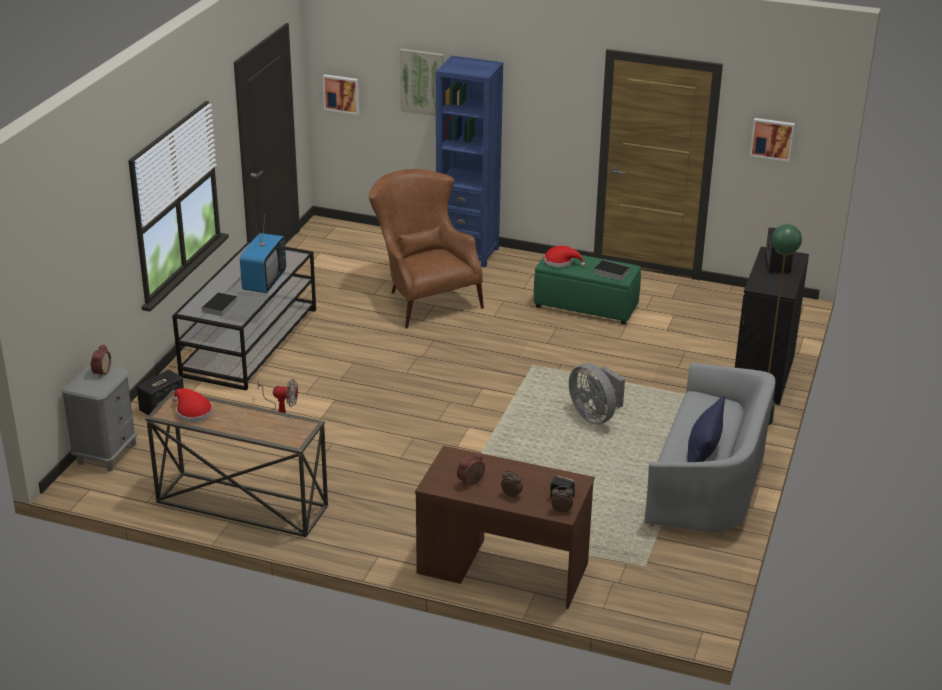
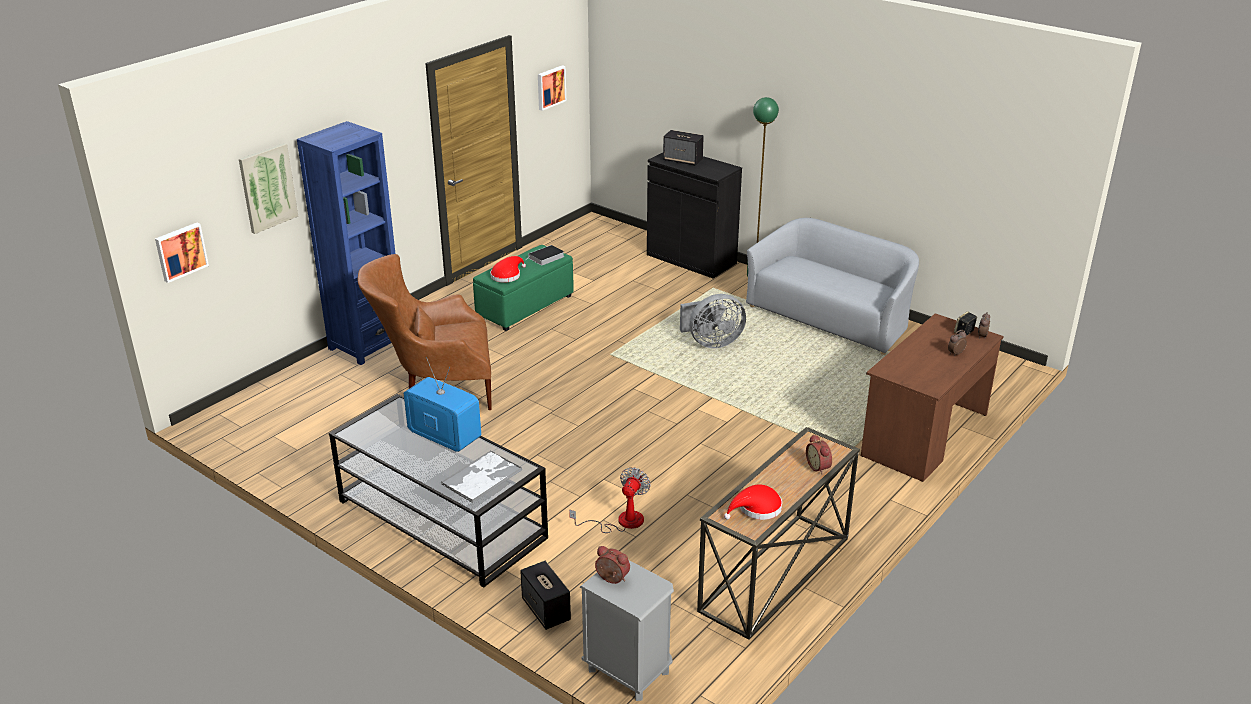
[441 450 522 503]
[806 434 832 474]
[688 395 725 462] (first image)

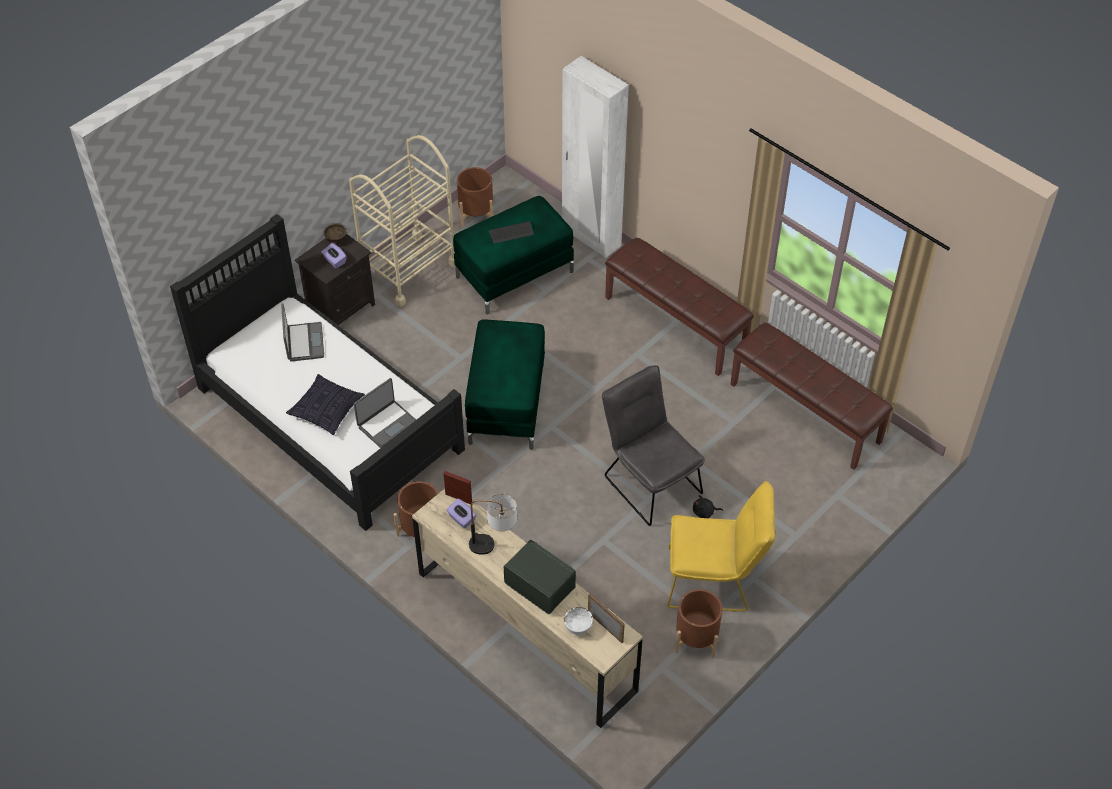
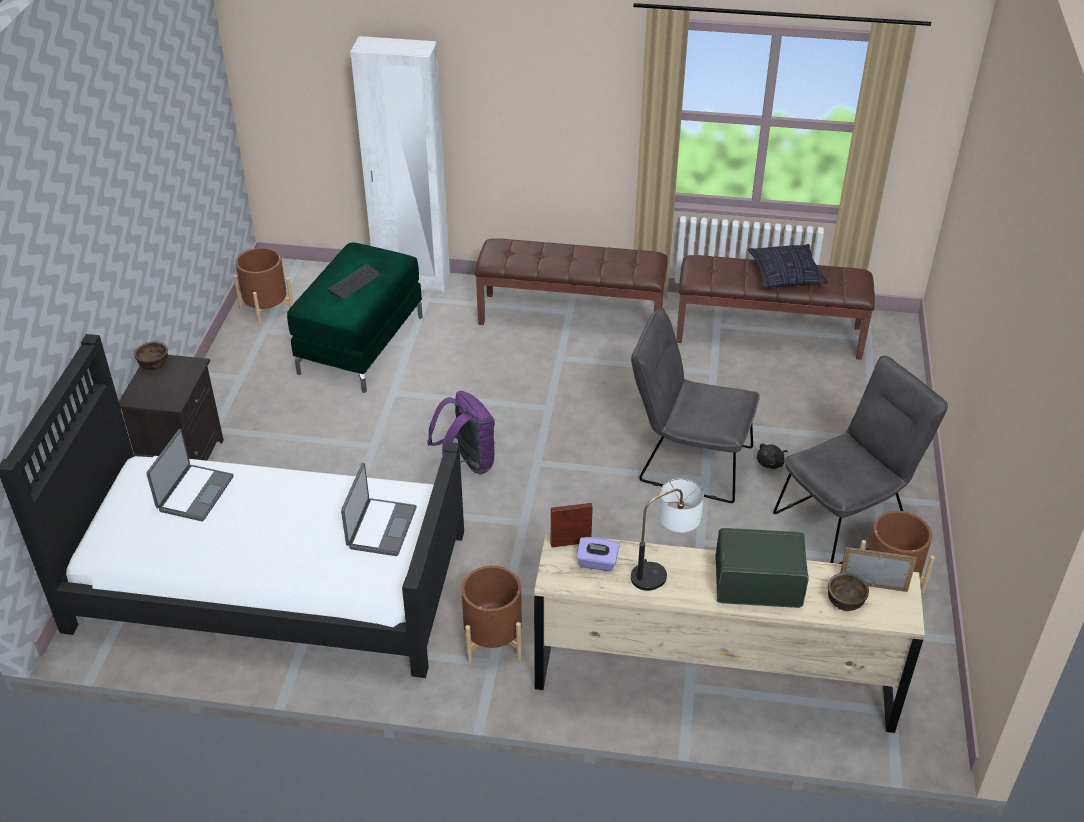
[146 429 234 521]
[748 244 828 288]
[322 243 347 268] (first image)
[349 135 456 307] (first image)
[427 391 495 474]
[828 573 869 611]
[773 356 948 564]

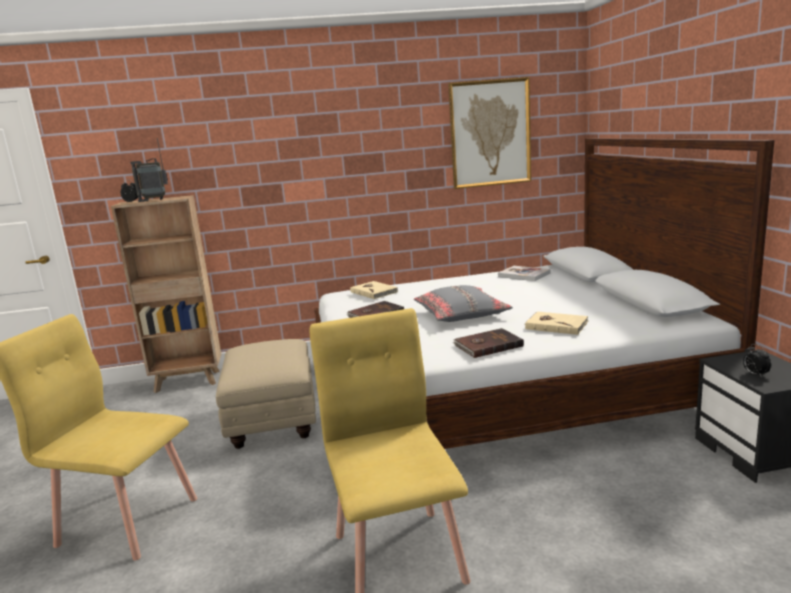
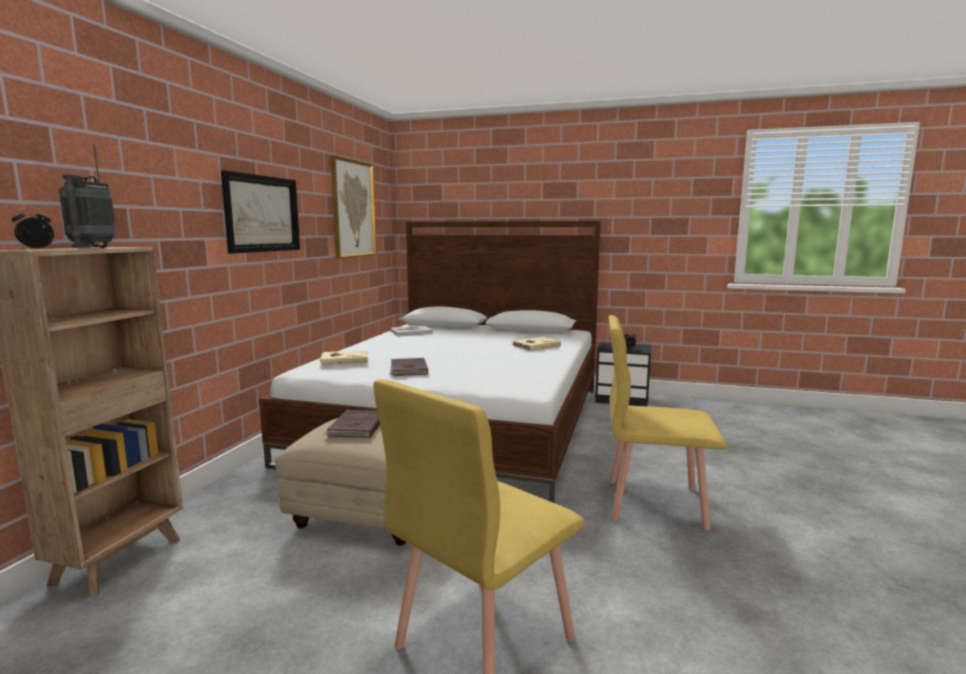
[414 285 513 322] (first image)
[323 410 380 438]
[221 170 300 254]

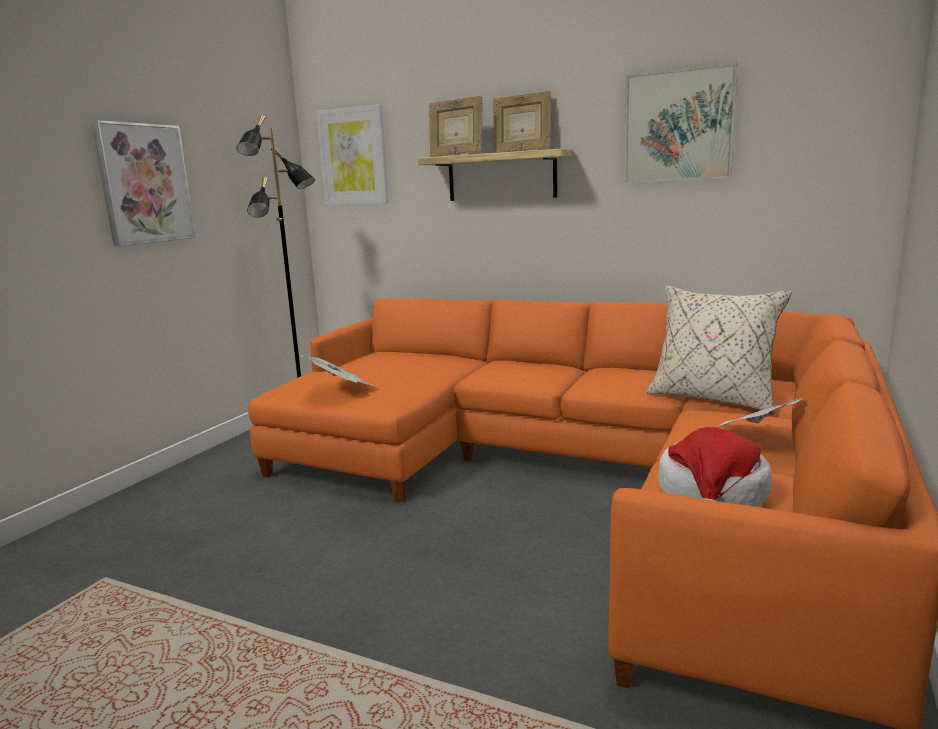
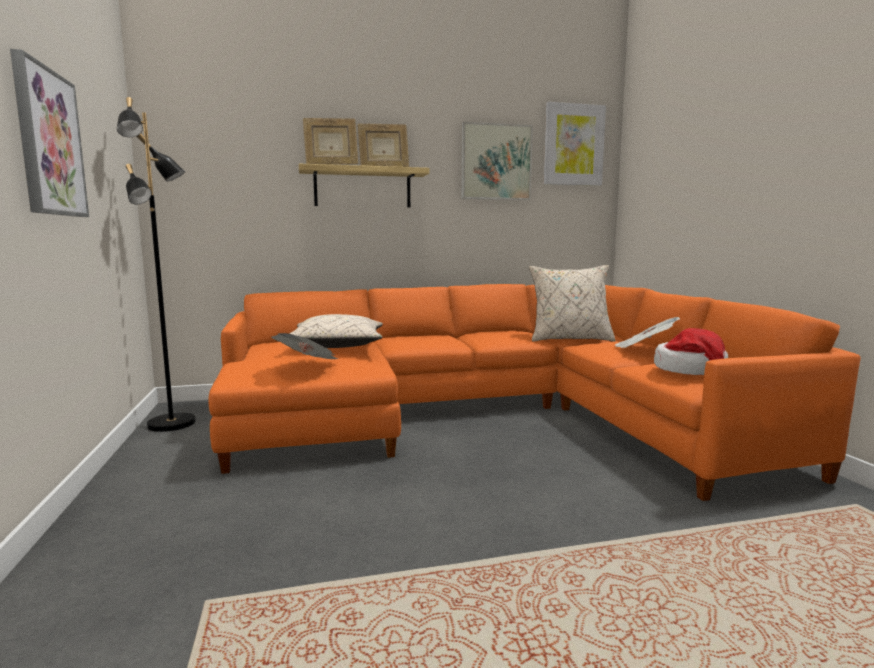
[544 102 606 186]
[289 314 383 348]

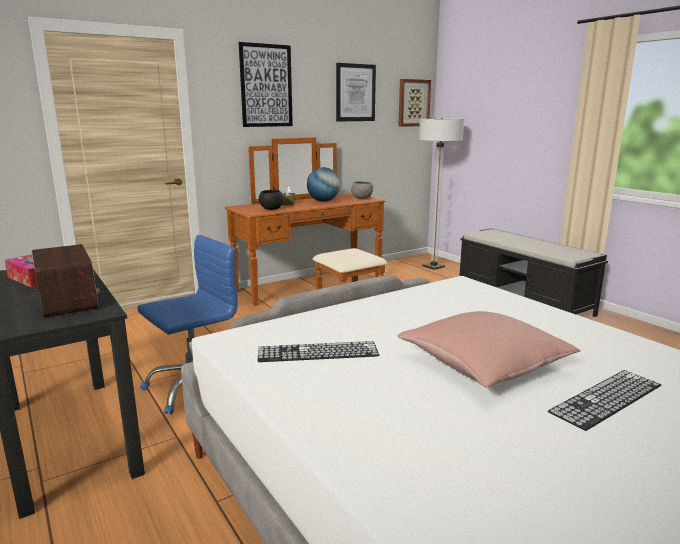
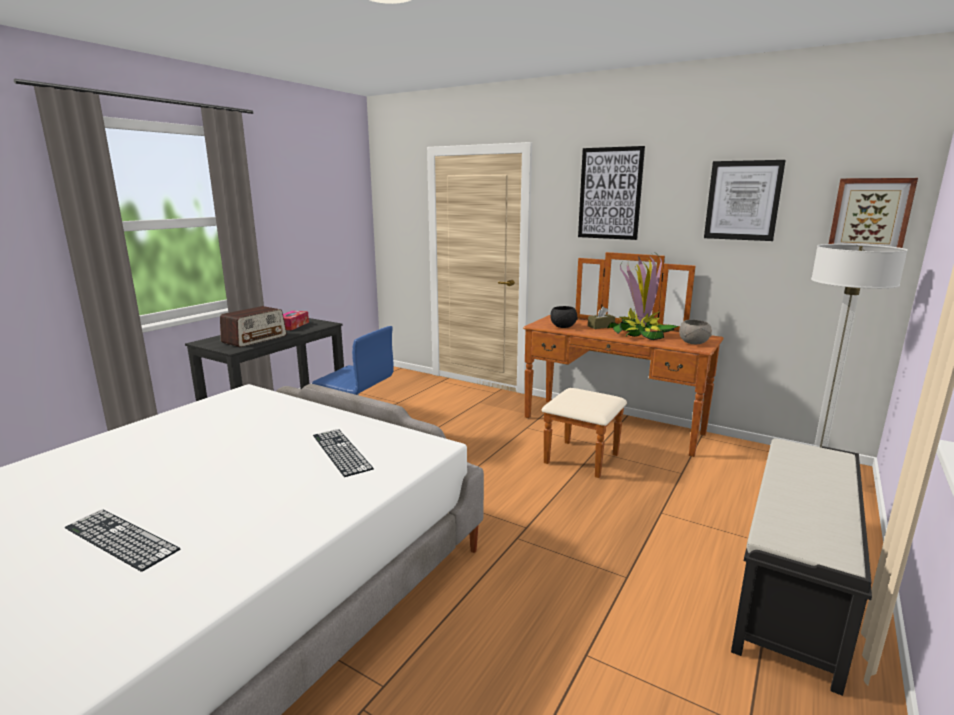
[313 429 374 477]
[607 256 679 340]
[398 311 581 387] (first image)

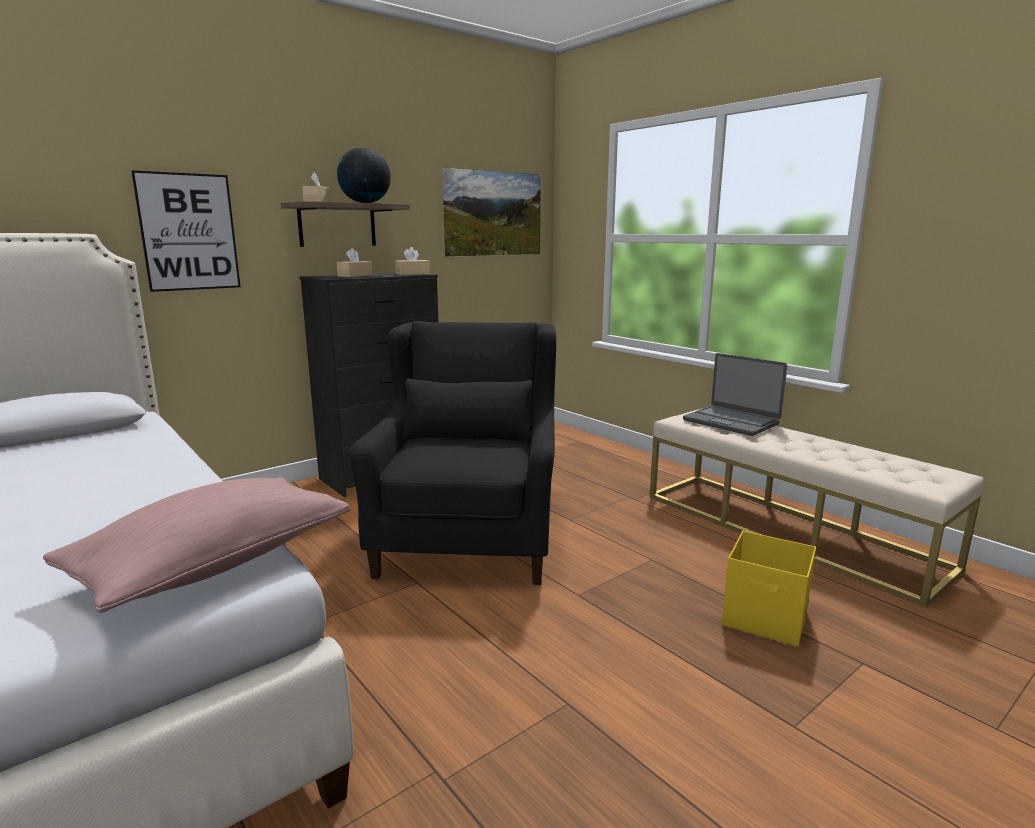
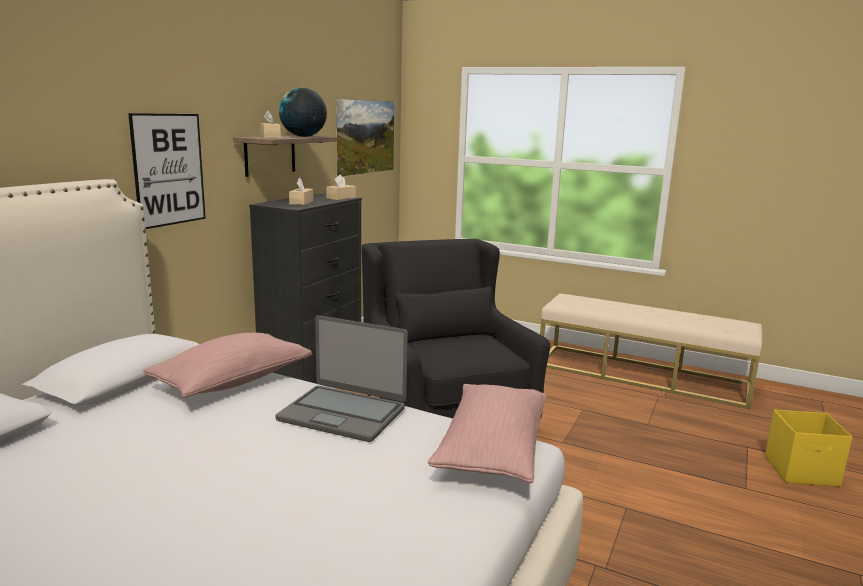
[275 315 408 442]
[765 409 853 487]
[143 333 312 398]

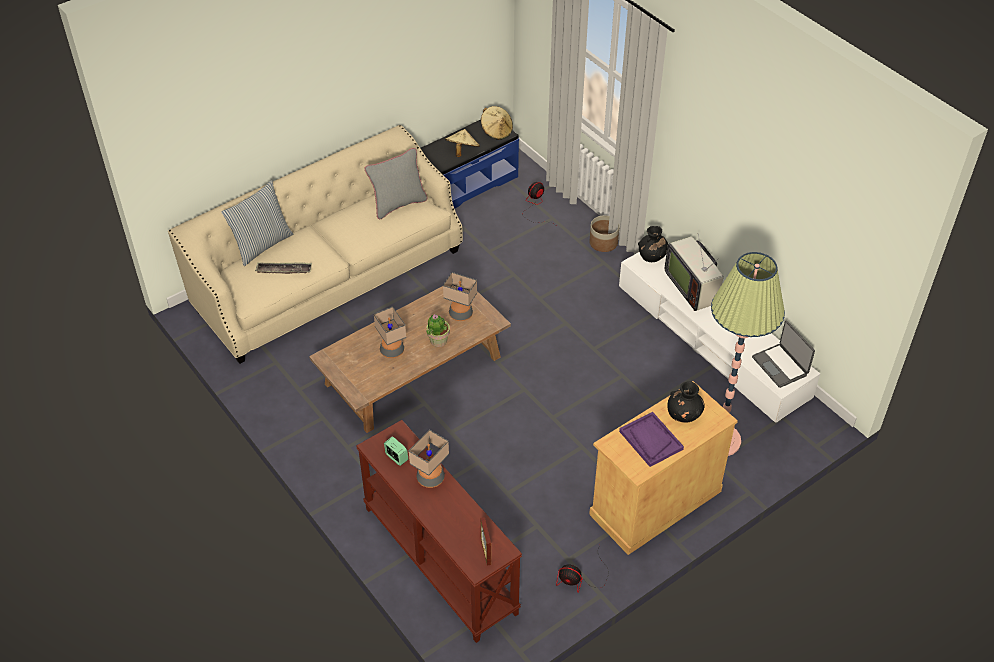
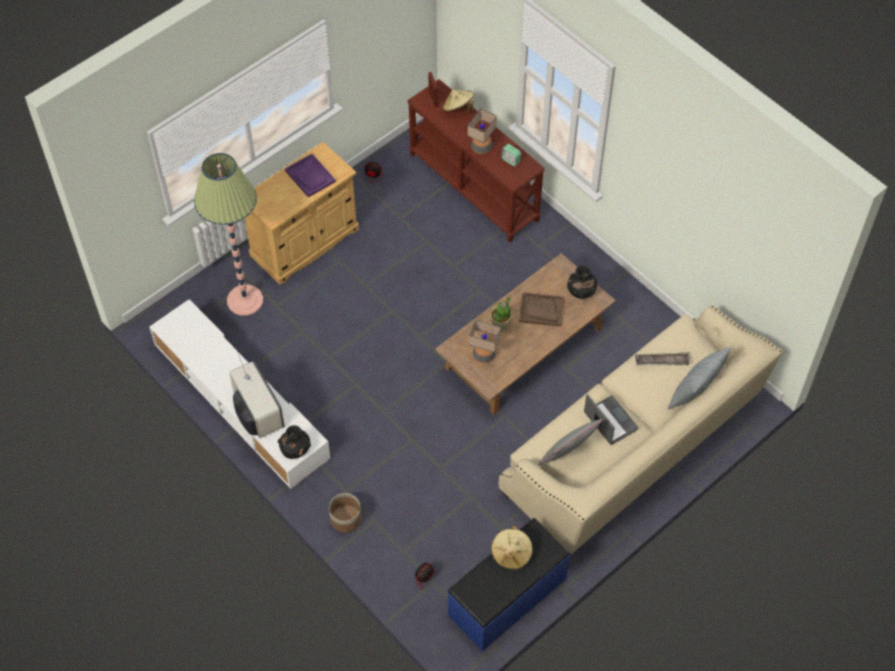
[519 292 564 327]
[442 89 474 114]
[567 266 597 299]
[584 394 638 445]

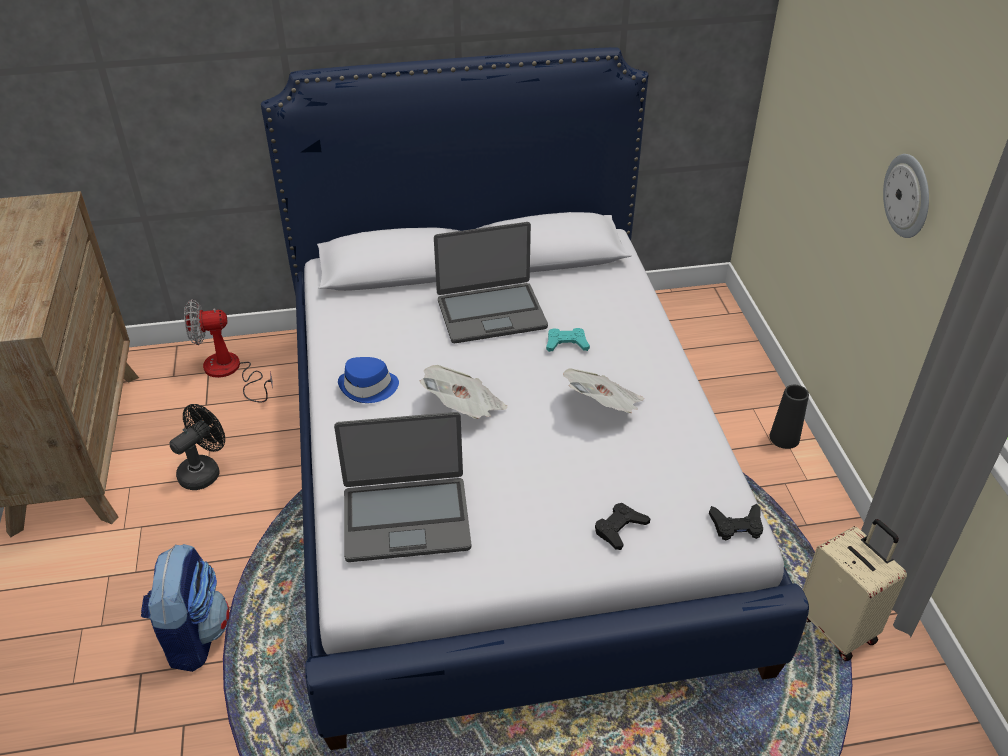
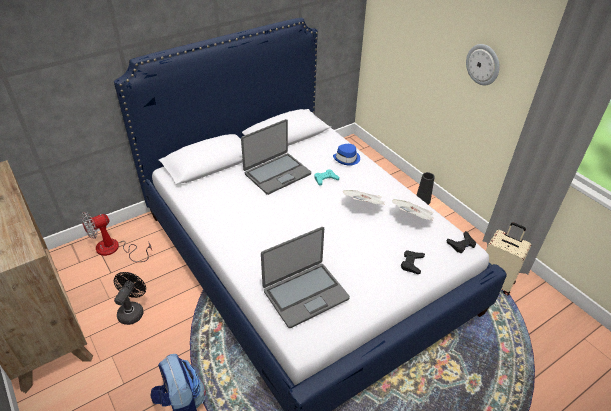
[333 144 360 166]
[392 199 434 221]

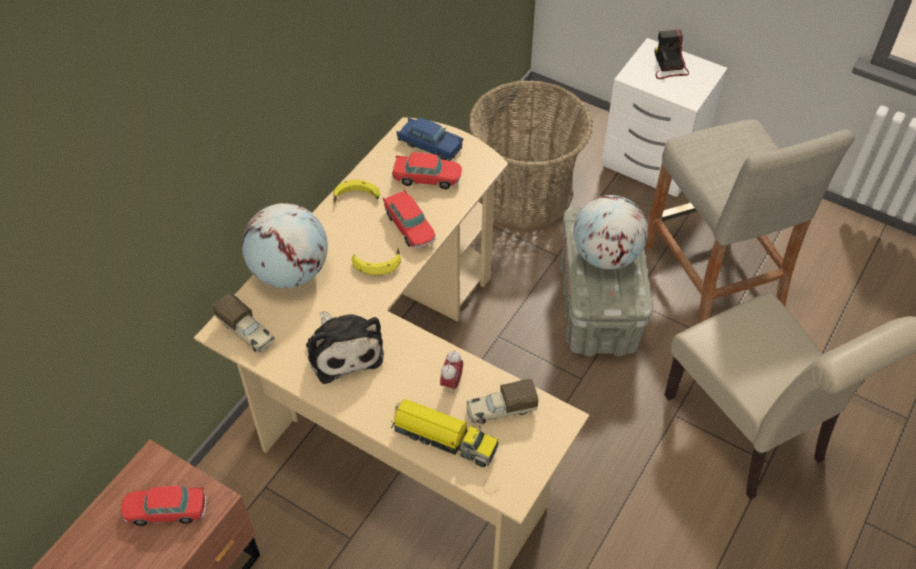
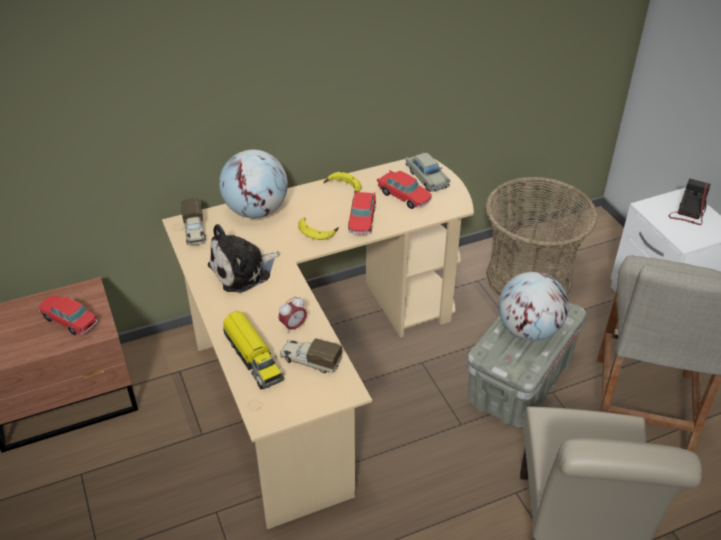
[208 224 280 293]
[406 152 450 192]

